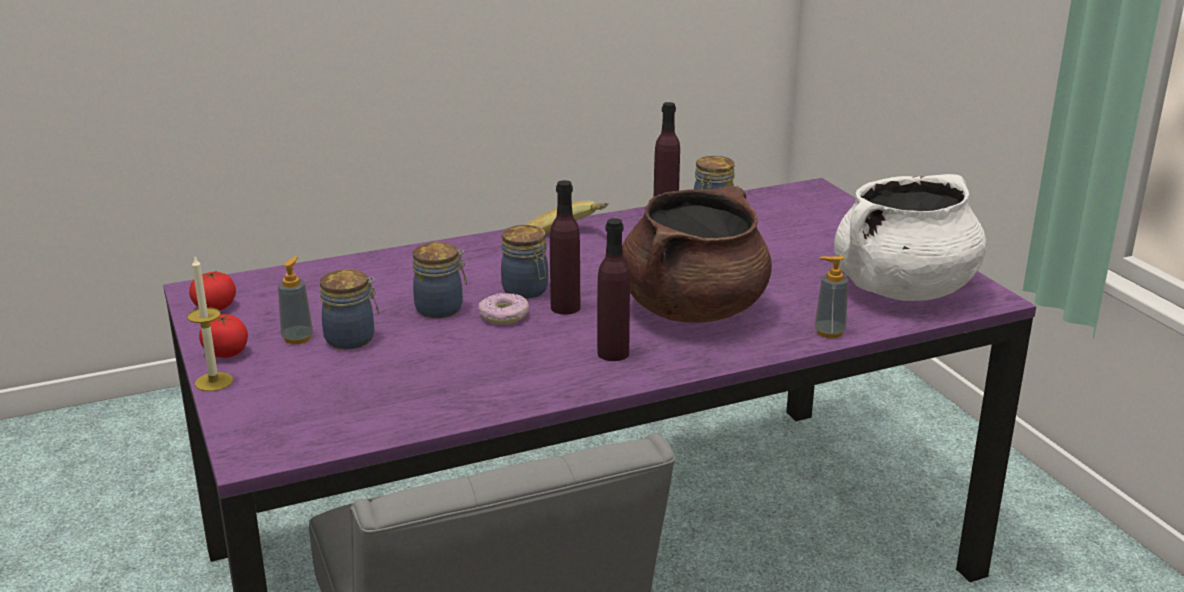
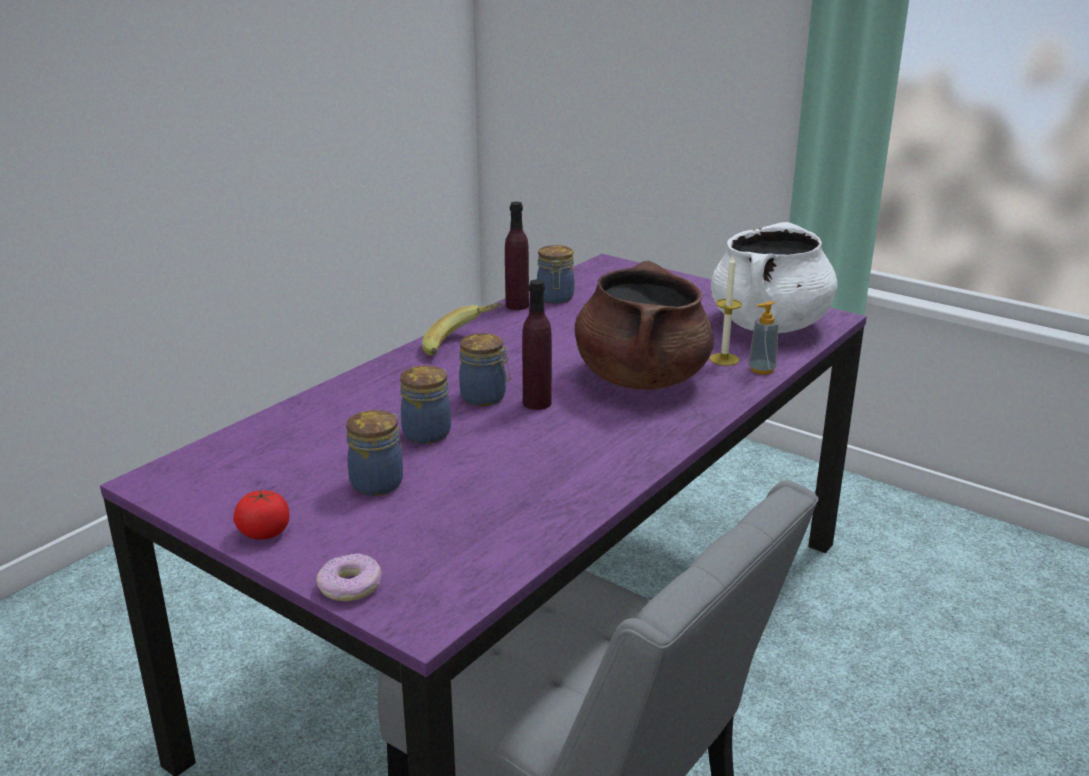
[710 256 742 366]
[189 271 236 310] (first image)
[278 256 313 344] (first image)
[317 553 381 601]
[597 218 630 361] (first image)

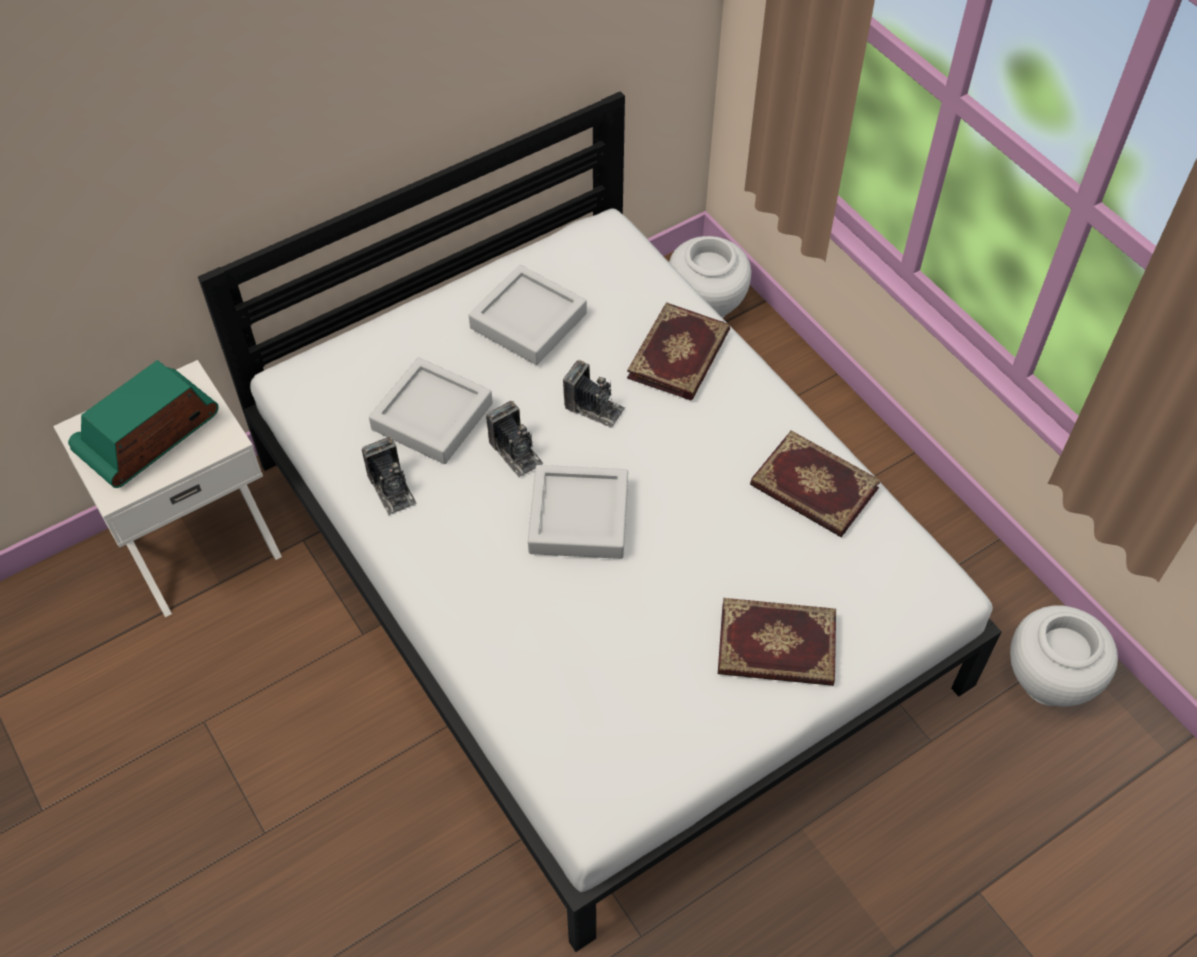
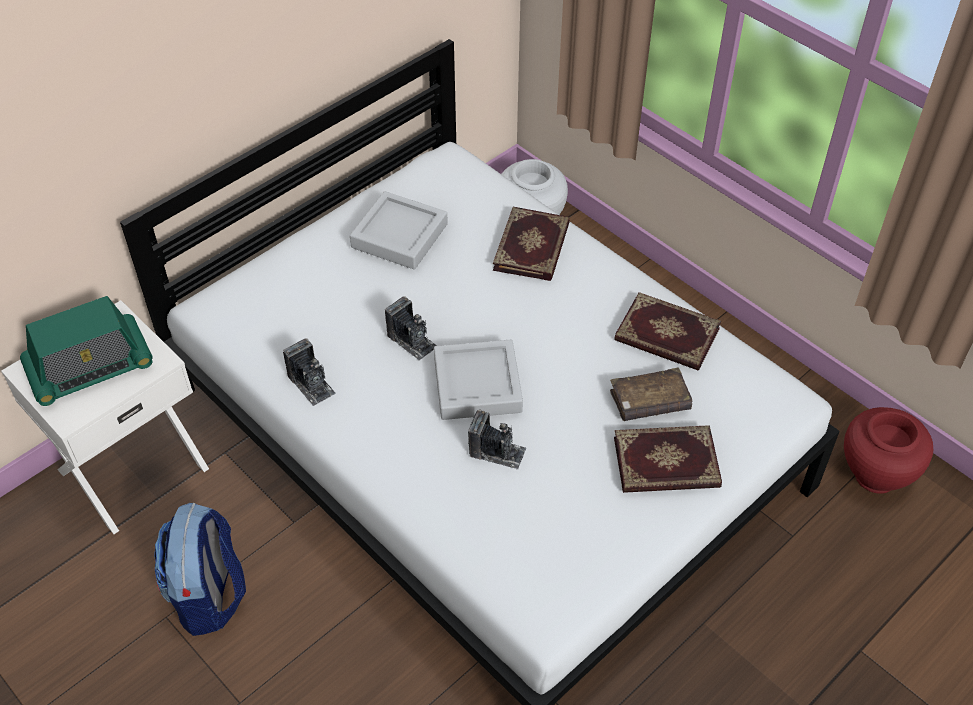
[20 296 153 406]
[369 357 493 464] (first image)
[468 410 526 469]
[844 407 933 494]
[154 503 246 636]
[610 367 692 421]

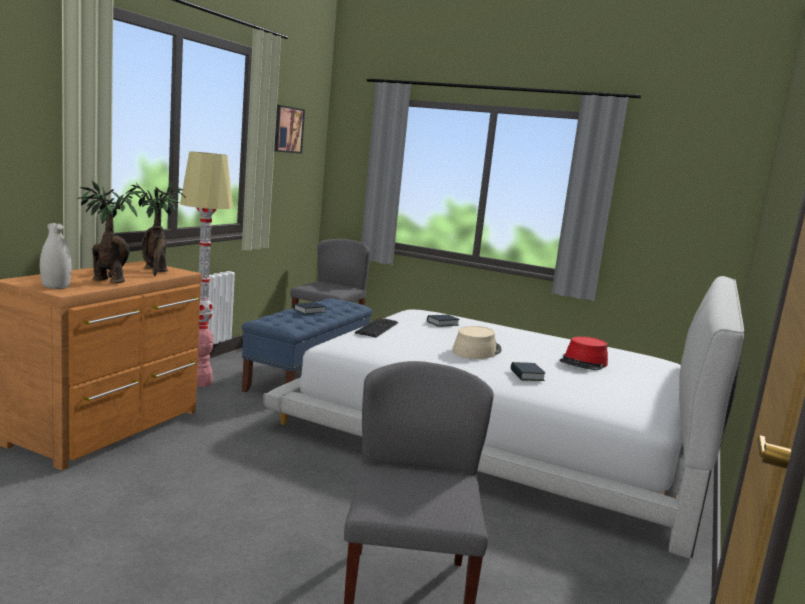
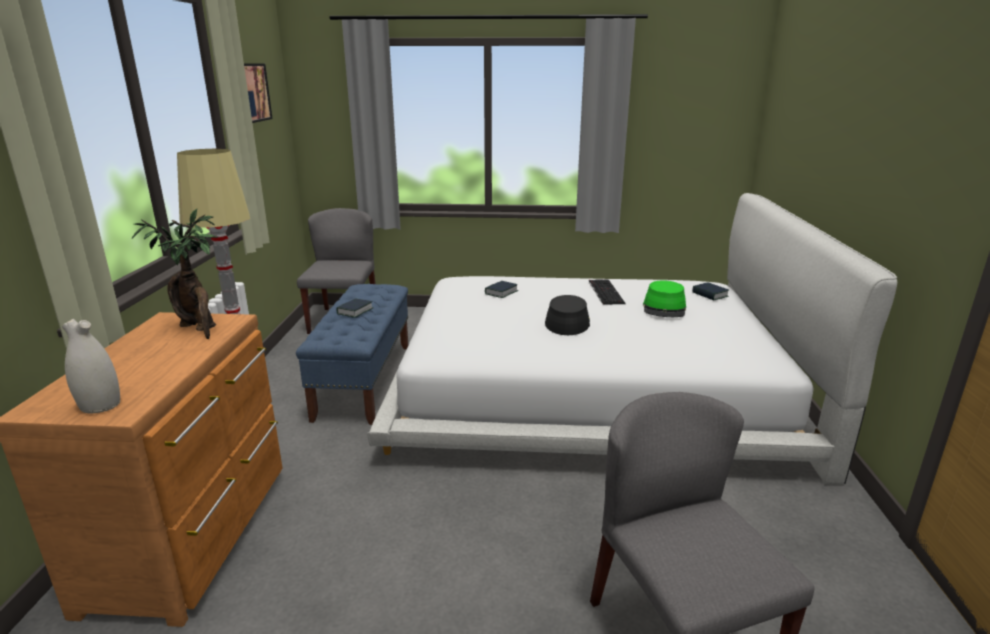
[76 181 143 284] (first image)
[589 279 625 305]
[545 295 590 335]
[692 282 729 300]
[643 280 686 317]

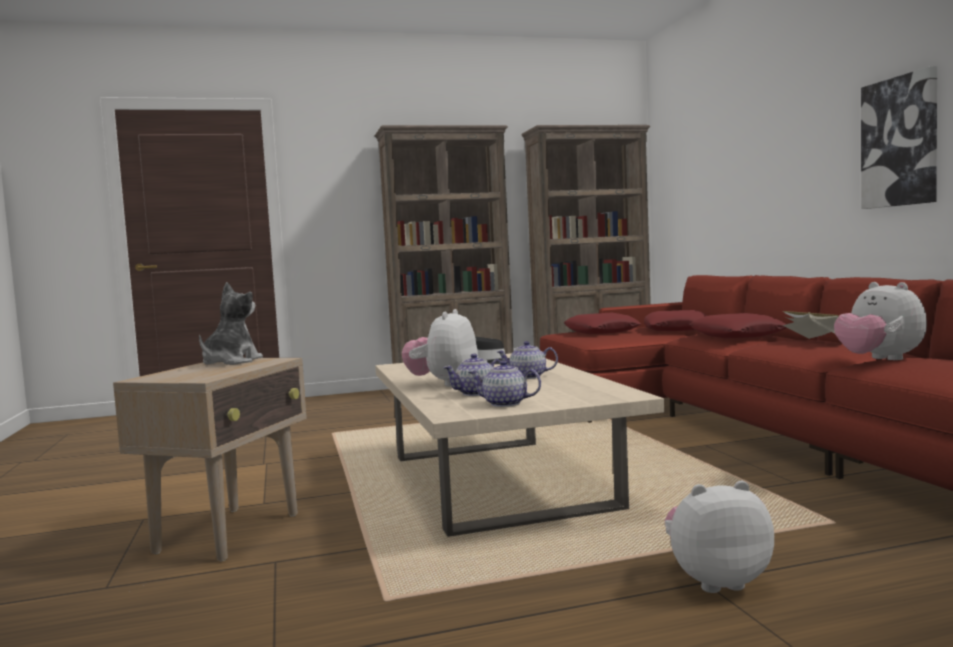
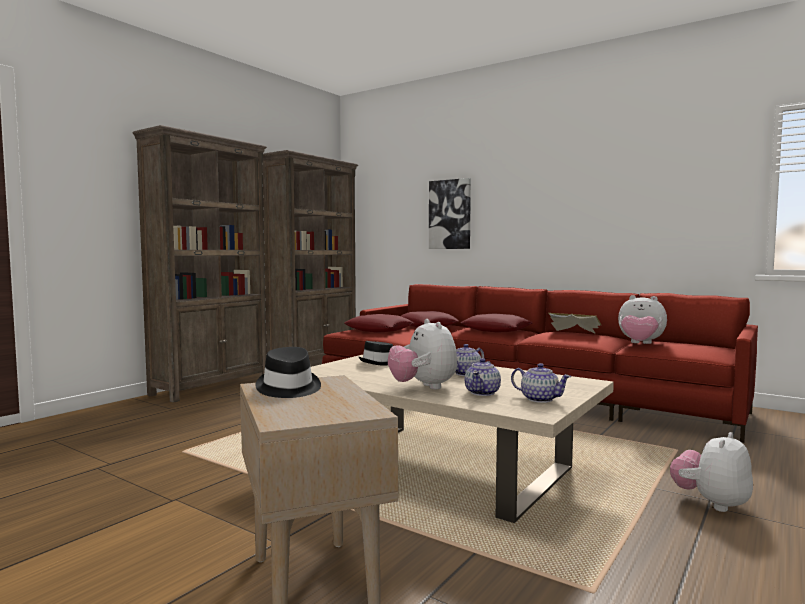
[256 347 321 398]
[511 363 571 403]
[429 178 471 249]

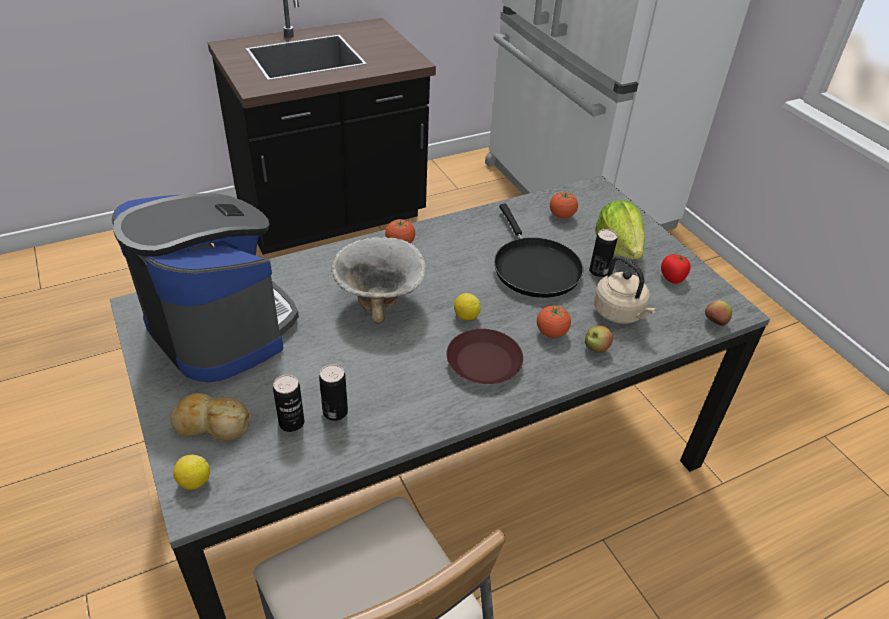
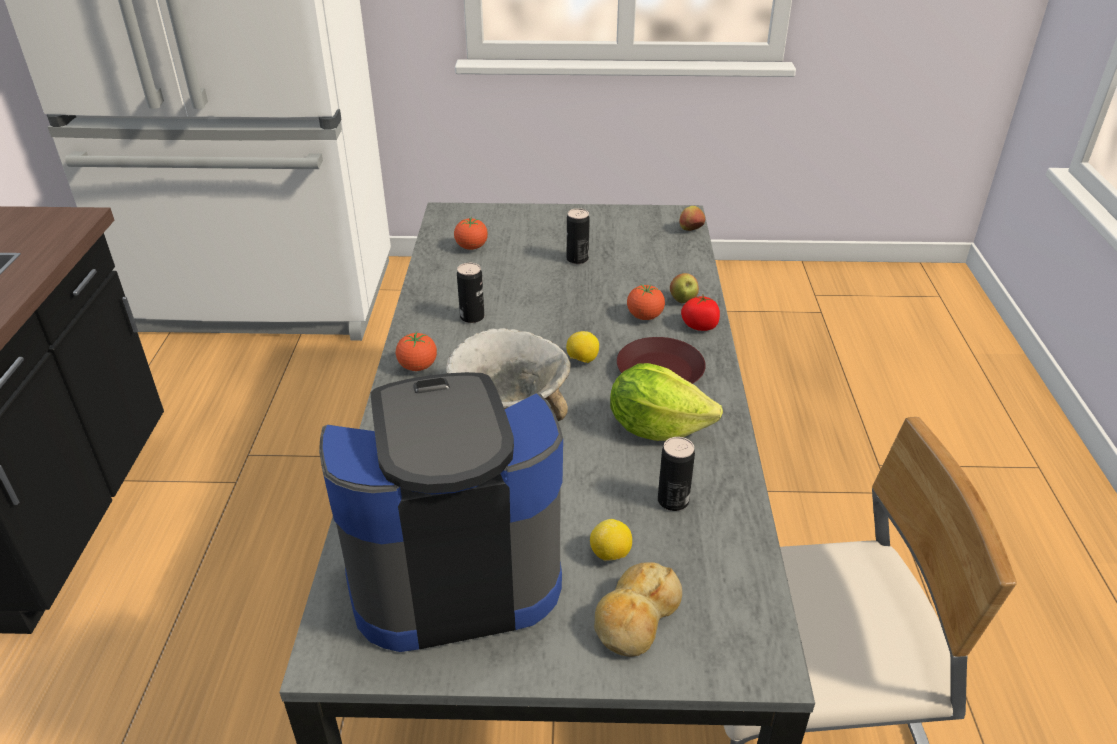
[590 519 632 561]
[457 263 484 323]
[494 204 583 298] (first image)
[594 256 656 324] (first image)
[610 363 723 441]
[681 295 720 331]

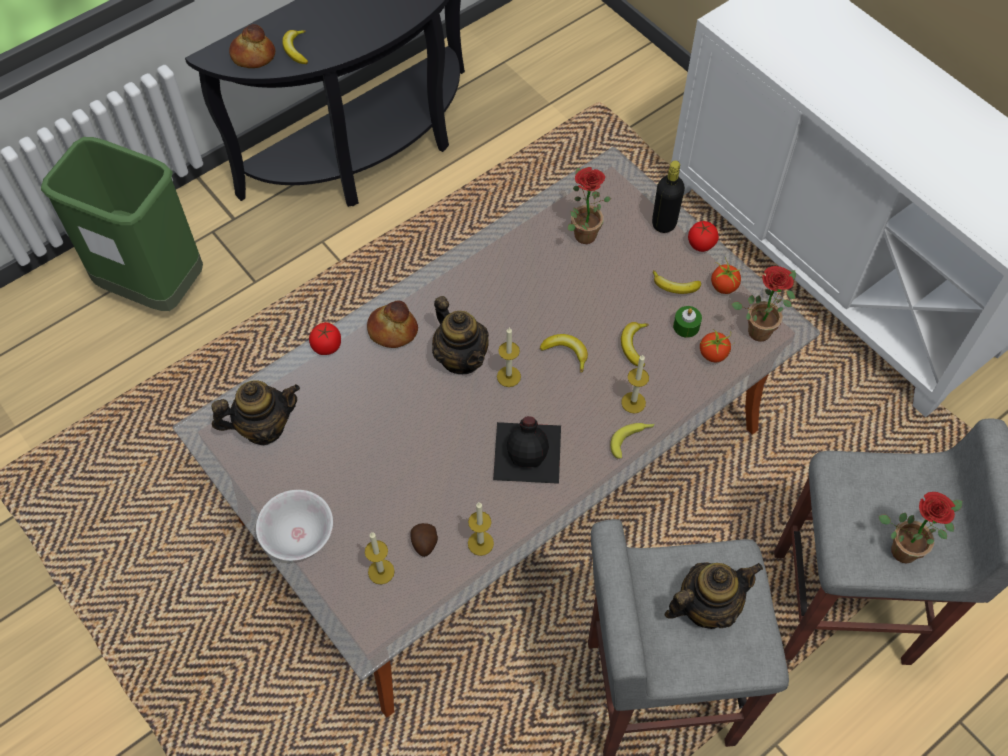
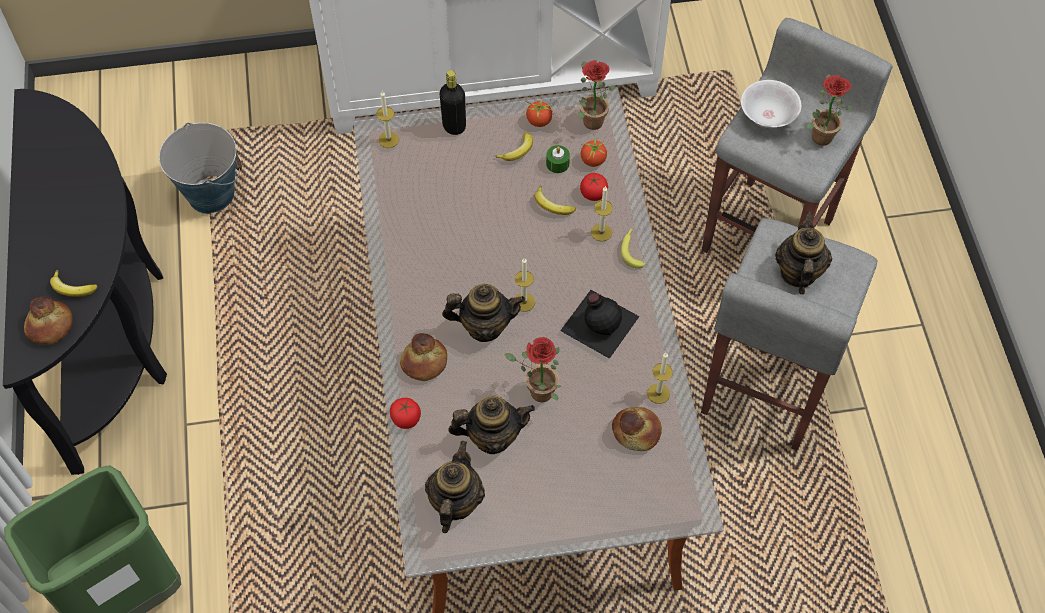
[741 80 801 128]
[376 91 399 148]
[612 407 662 451]
[540 334 588 373] (first image)
[504 337 561 402]
[580 173 608 201]
[159 122 242 214]
[448 396 535 454]

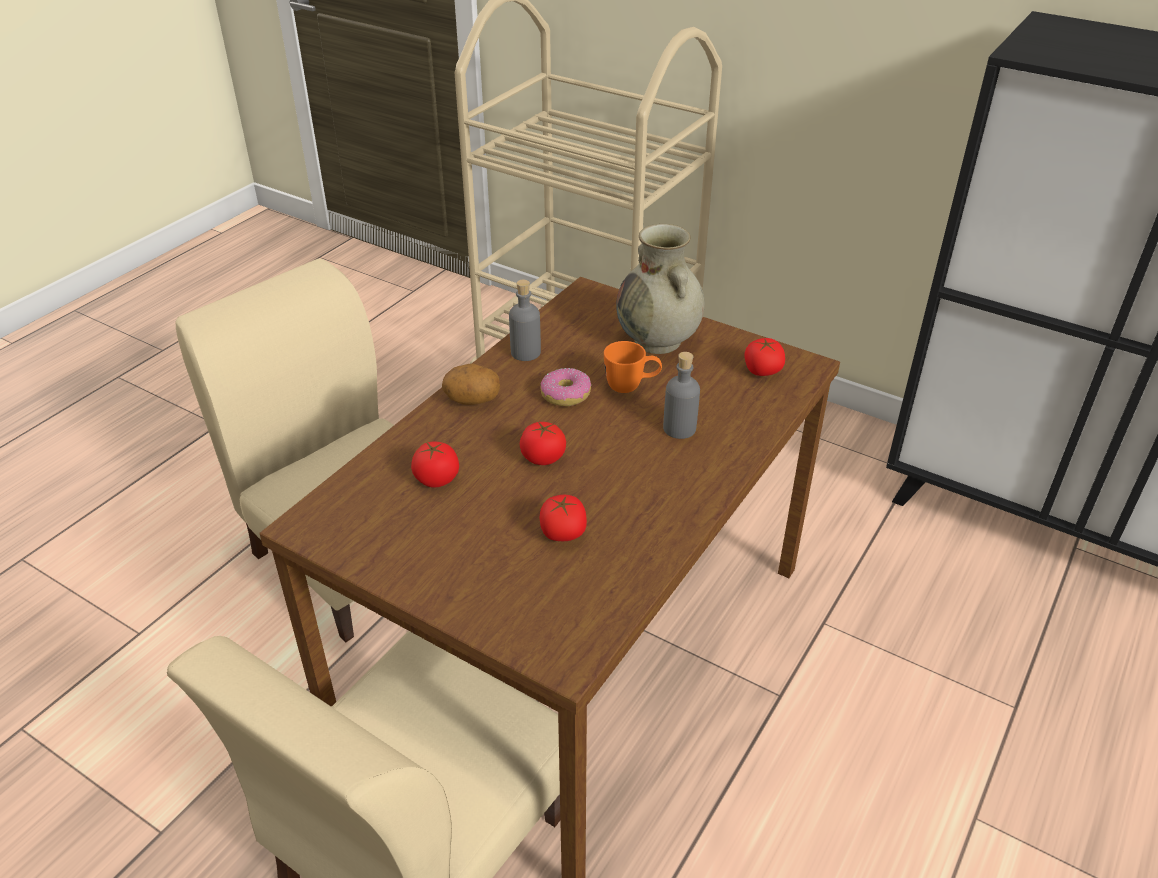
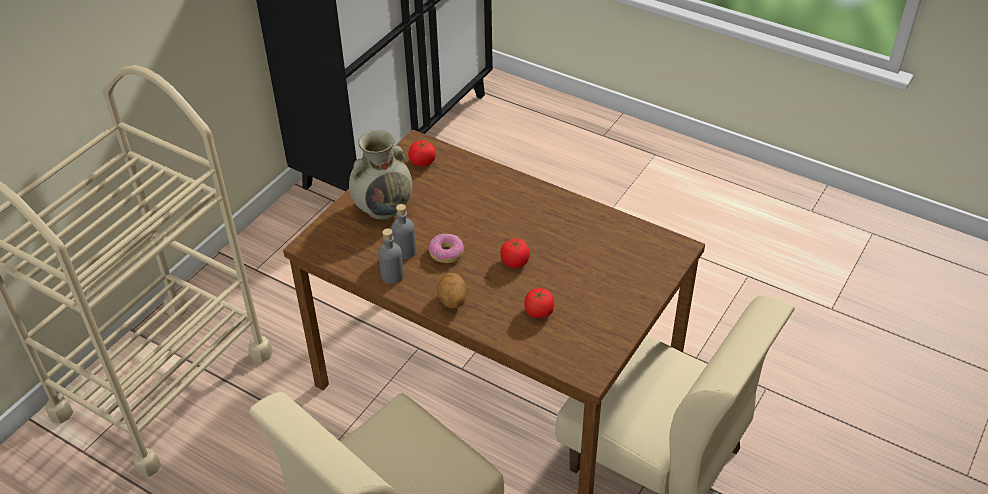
[540 495 587 541] (first image)
[604 341 662 393] (first image)
[392 204 416 259]

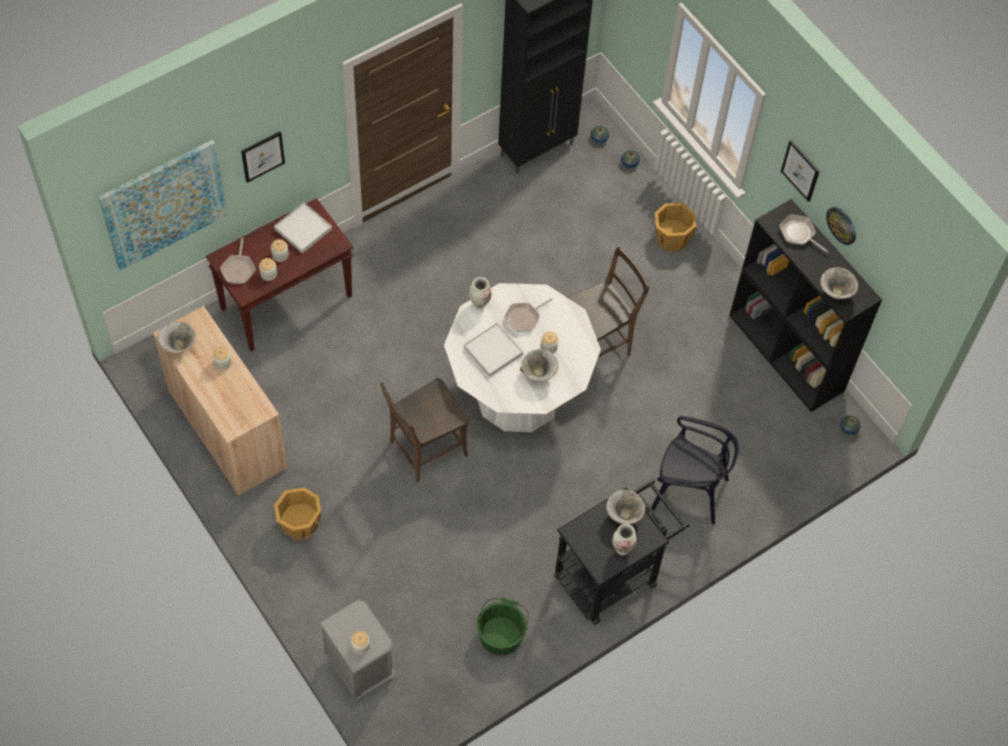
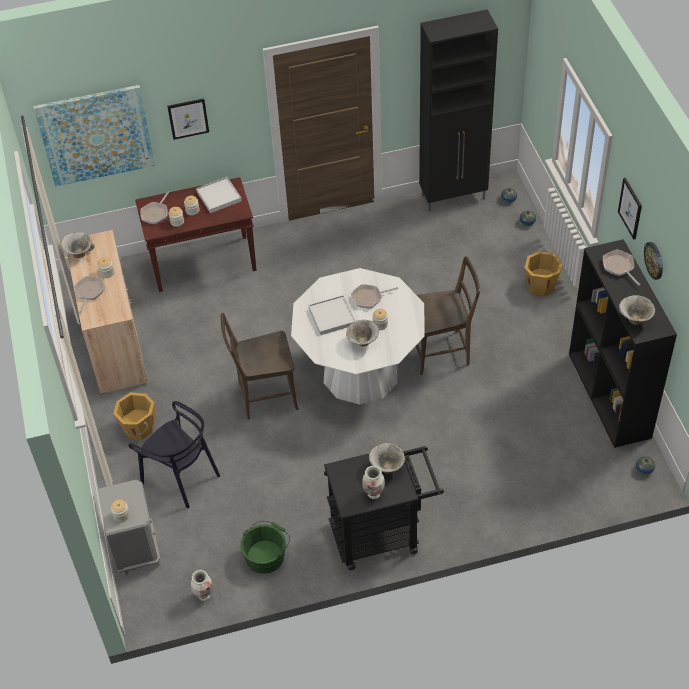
[191 570 213 601]
[128 401 220 509]
[74 276 105 313]

